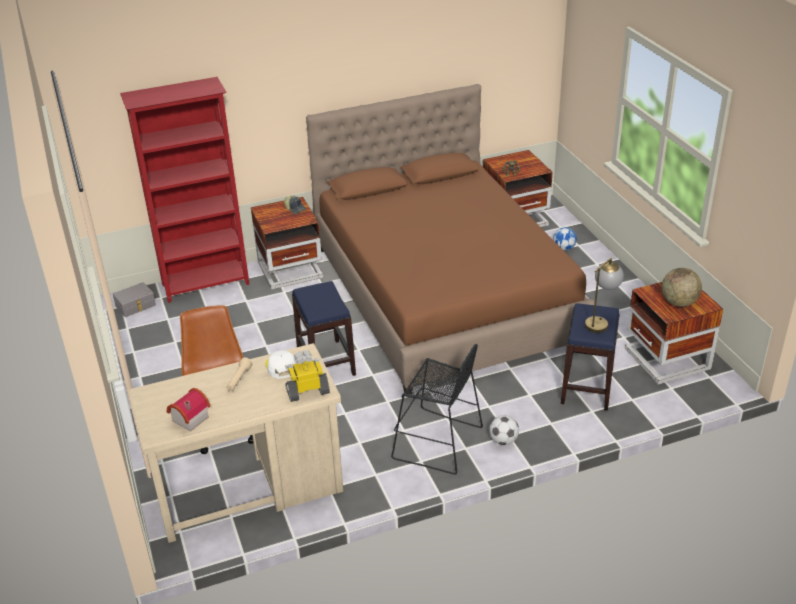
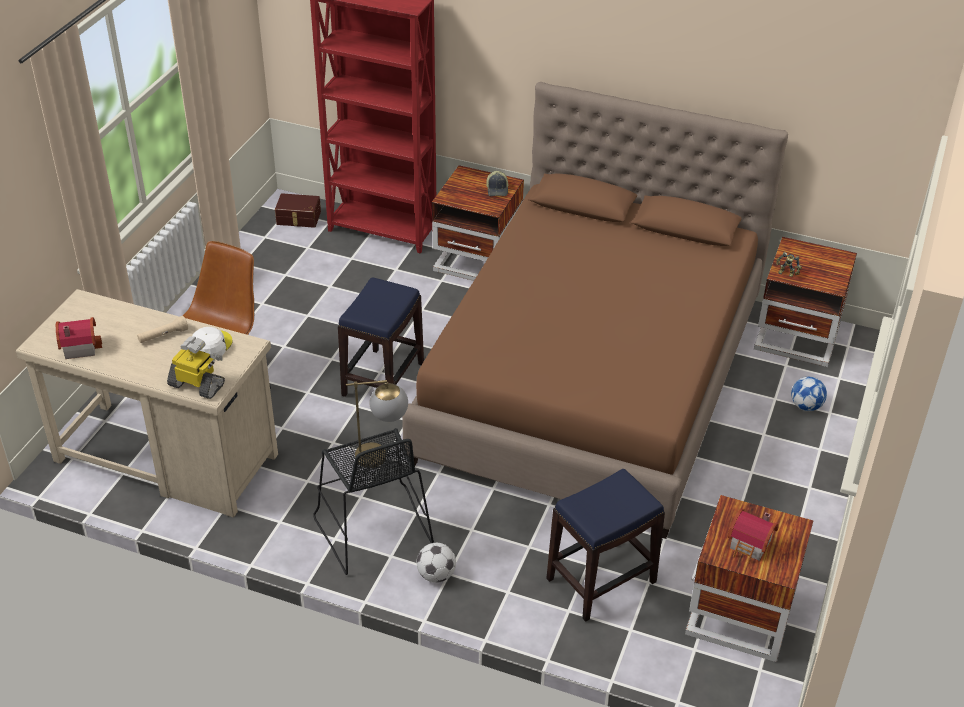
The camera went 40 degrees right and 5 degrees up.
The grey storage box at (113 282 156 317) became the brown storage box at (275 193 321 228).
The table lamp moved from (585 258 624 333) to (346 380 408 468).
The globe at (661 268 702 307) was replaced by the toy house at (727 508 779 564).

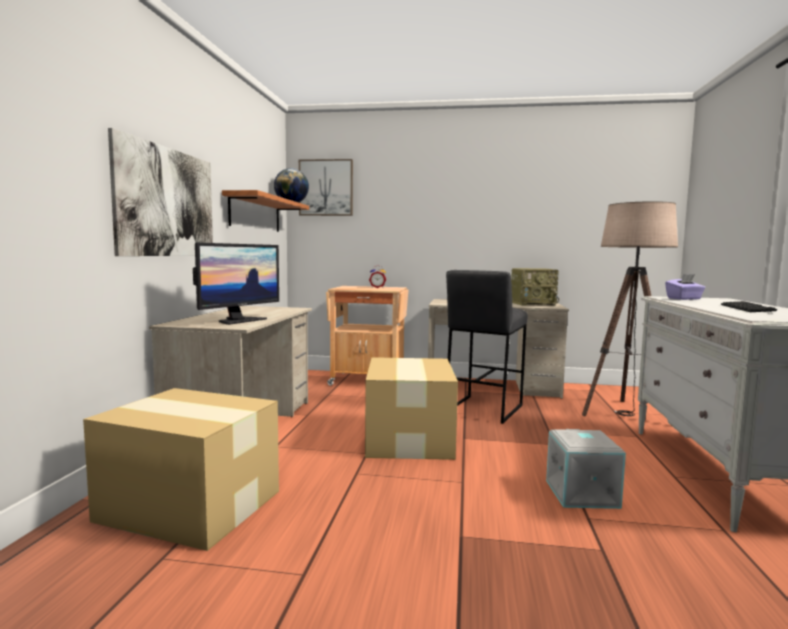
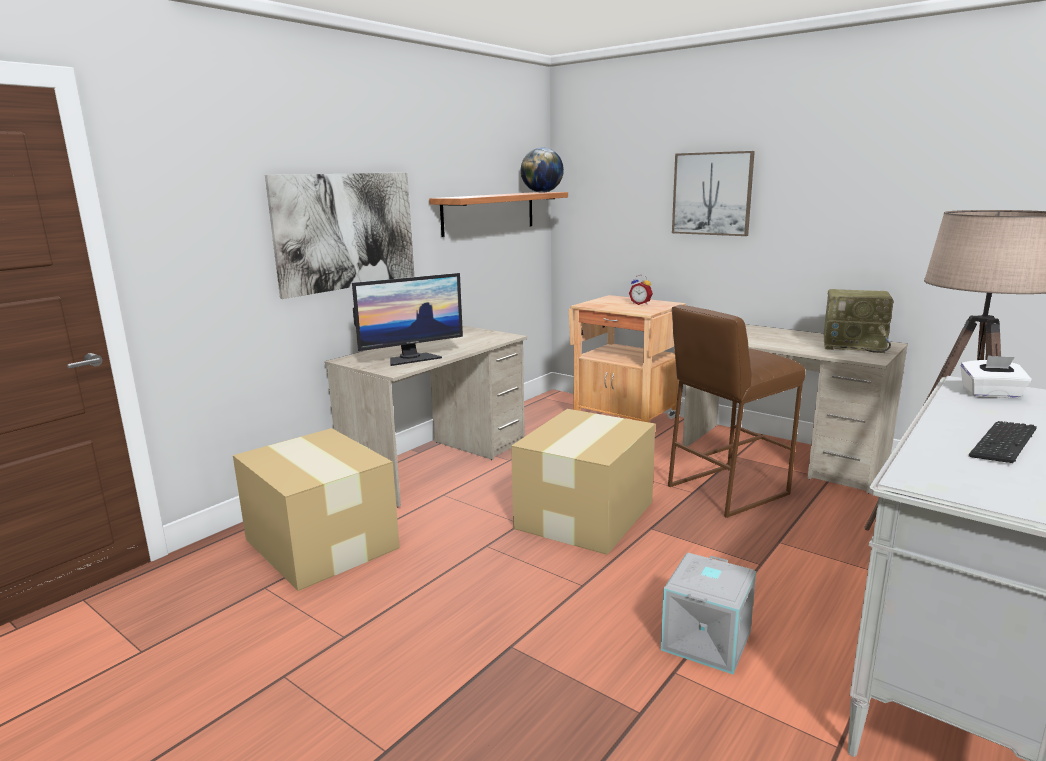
The camera went 30 degrees right and 10 degrees up.
The picture moved from (299 159 353 216) to (672 151 755 236).
The grey stool at (446 270 528 424) became the brown stool at (668 305 806 518).
The purple tissue box at (665 274 705 300) became the white tissue box at (961 355 1032 398).

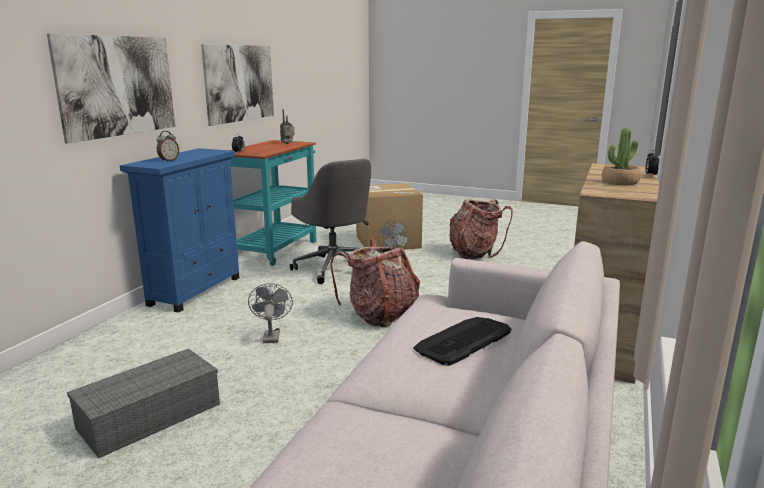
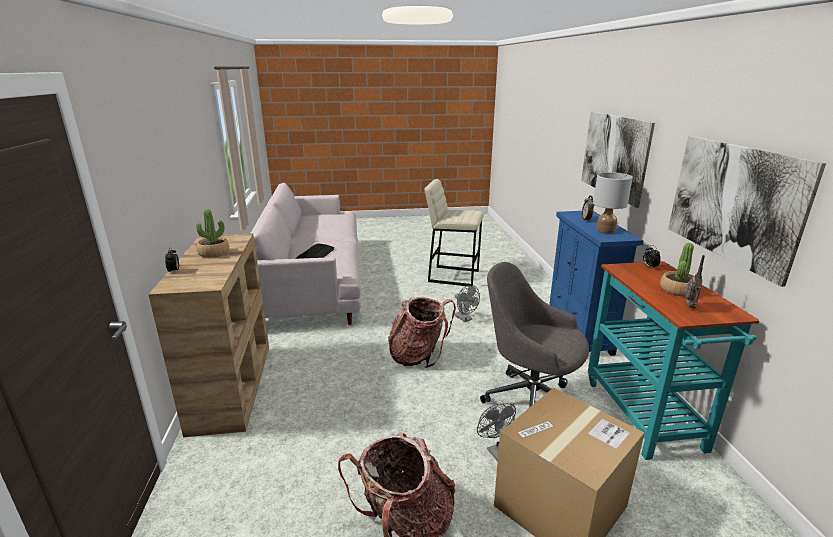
The camera went 150 degrees right and 5 degrees up.
The grey storage box at (67 348 220 458) was replaced by the beige stool at (424 179 484 286).
The grey table lamp at (593 172 633 233) appeared.
The potted plant at (660 243 695 296) appeared.

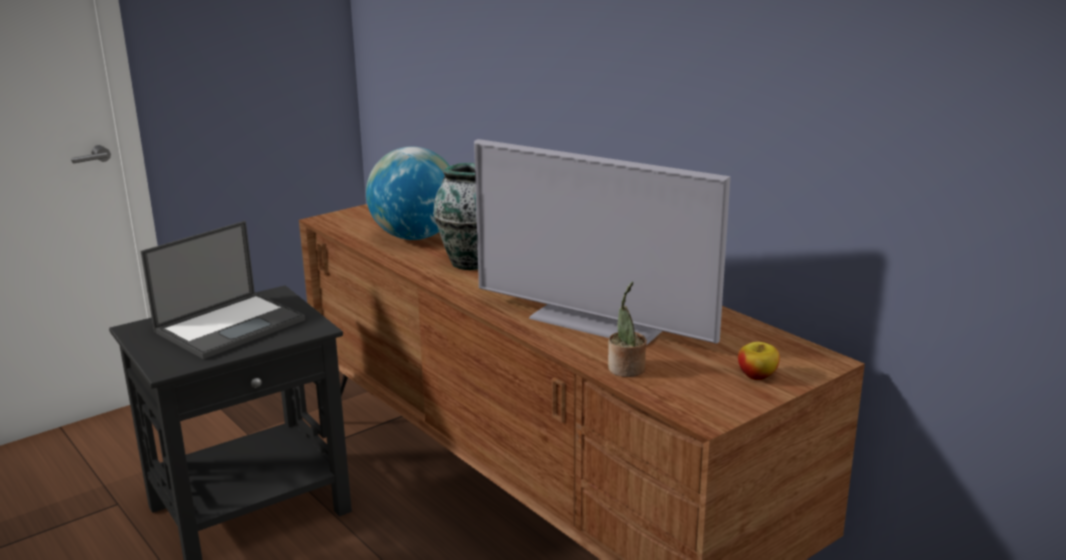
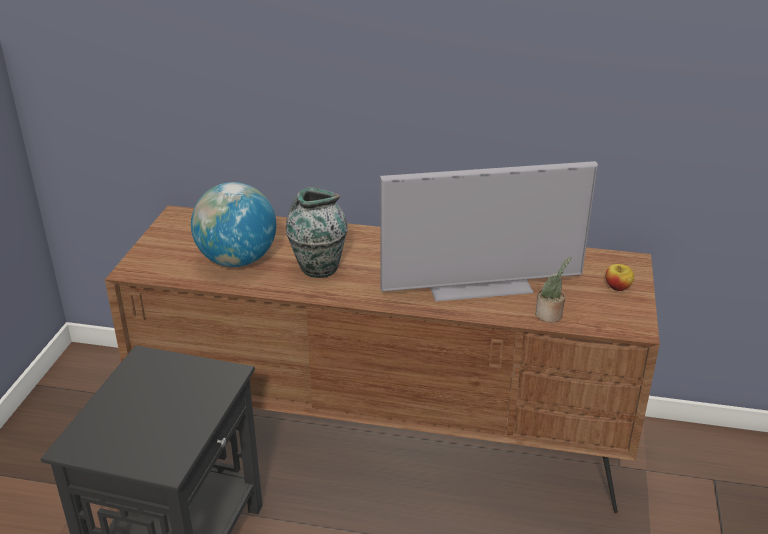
The camera went 40 degrees left and 10 degrees up.
The laptop at (141 221 305 359) disappeared.

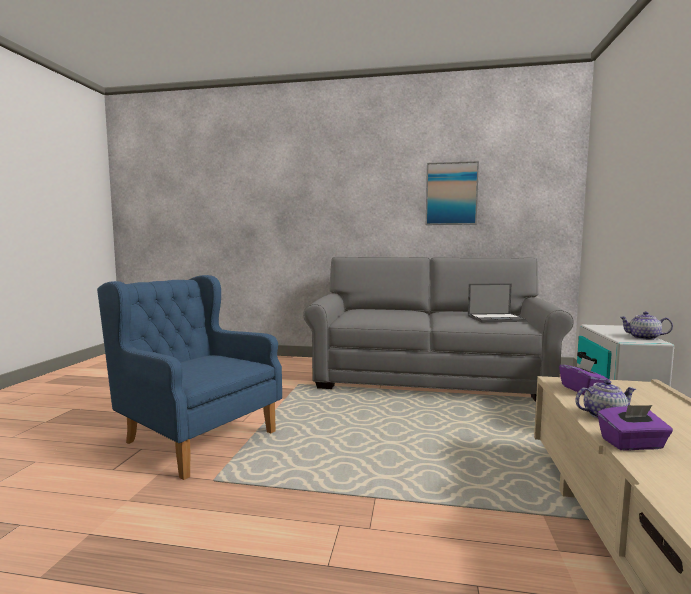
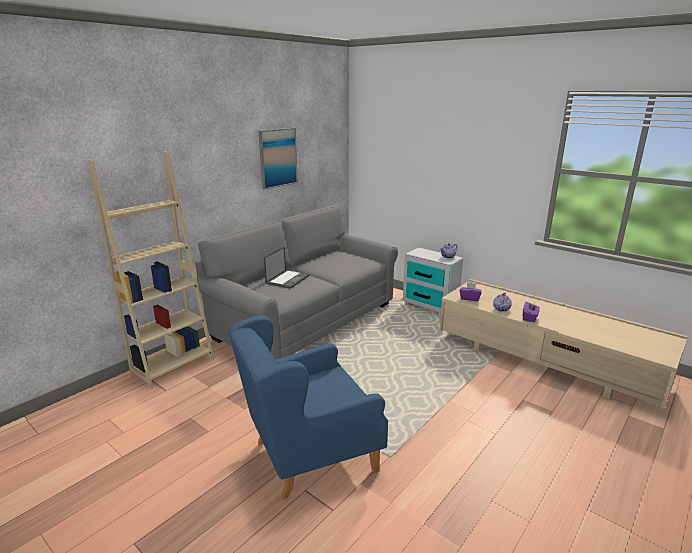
The camera went 60 degrees left and 15 degrees up.
The laptop moved from (468 283 527 322) to (264 246 310 289).
The beige bookcase at (88 152 214 389) appeared.

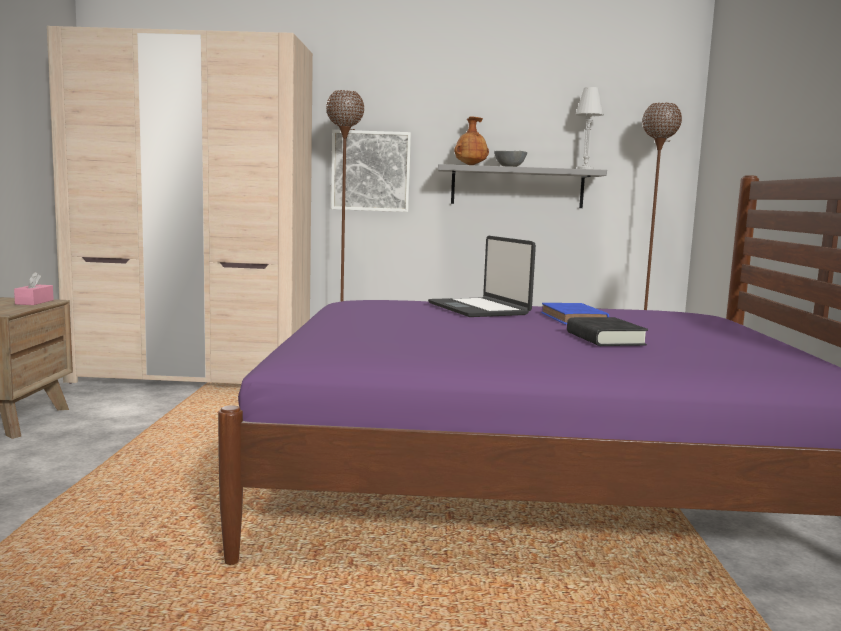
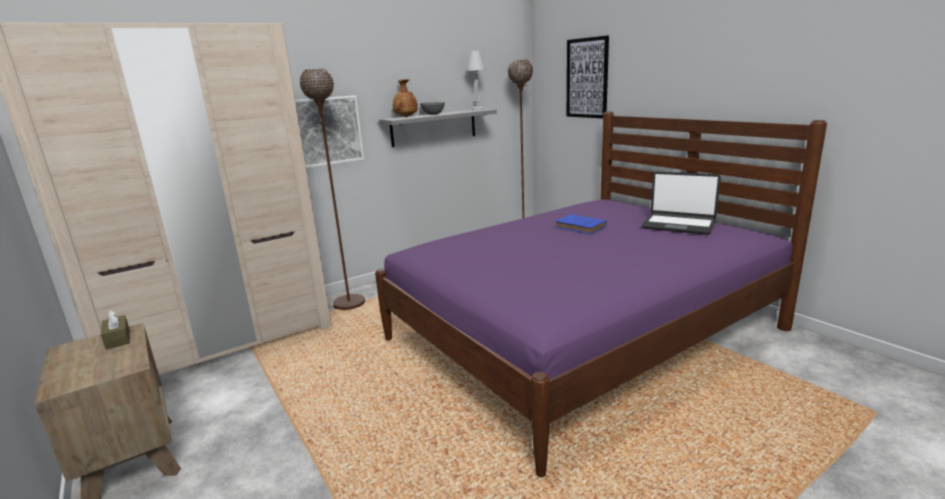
The camera went 35 degrees left and 10 degrees up.
The pink tissue box at (14 272 54 305) became the brown tissue box at (101 310 130 350).
The laptop moved from (428 236 536 317) to (641 171 721 235).
The black book at (567 317 648 346) disappeared.
The picture at (567 35 609 118) appeared.

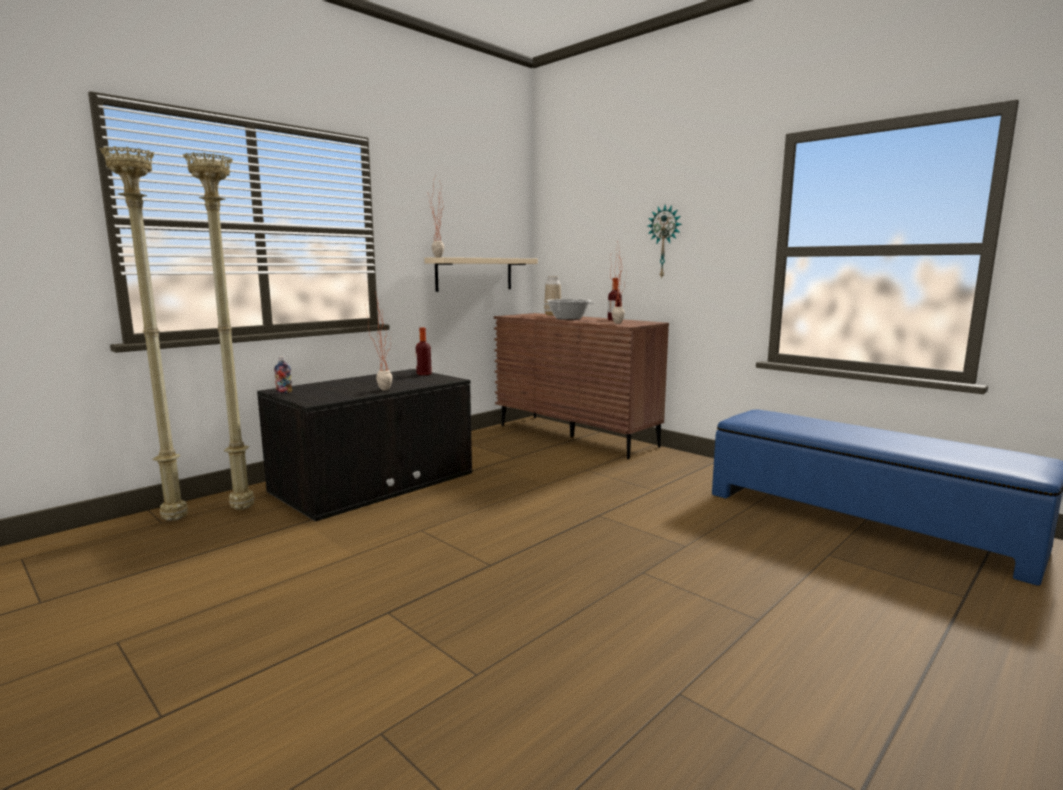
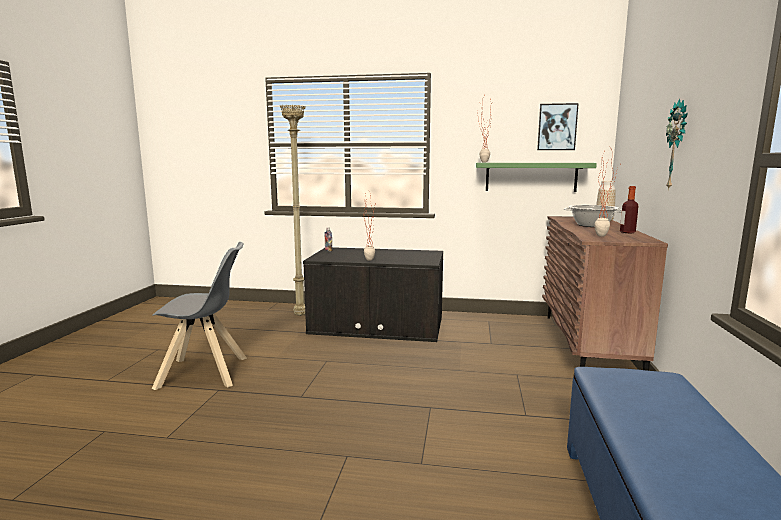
The camera went 55 degrees right and 0 degrees up.
The beige floor lamp at (99 146 188 521) disappeared.
The bottle at (416 327 432 375) disappeared.
The beige shelf at (424 257 538 292) became the green shelf at (476 163 597 192).
The grey chair at (152 242 247 390) appeared.
The picture at (537 103 579 150) appeared.

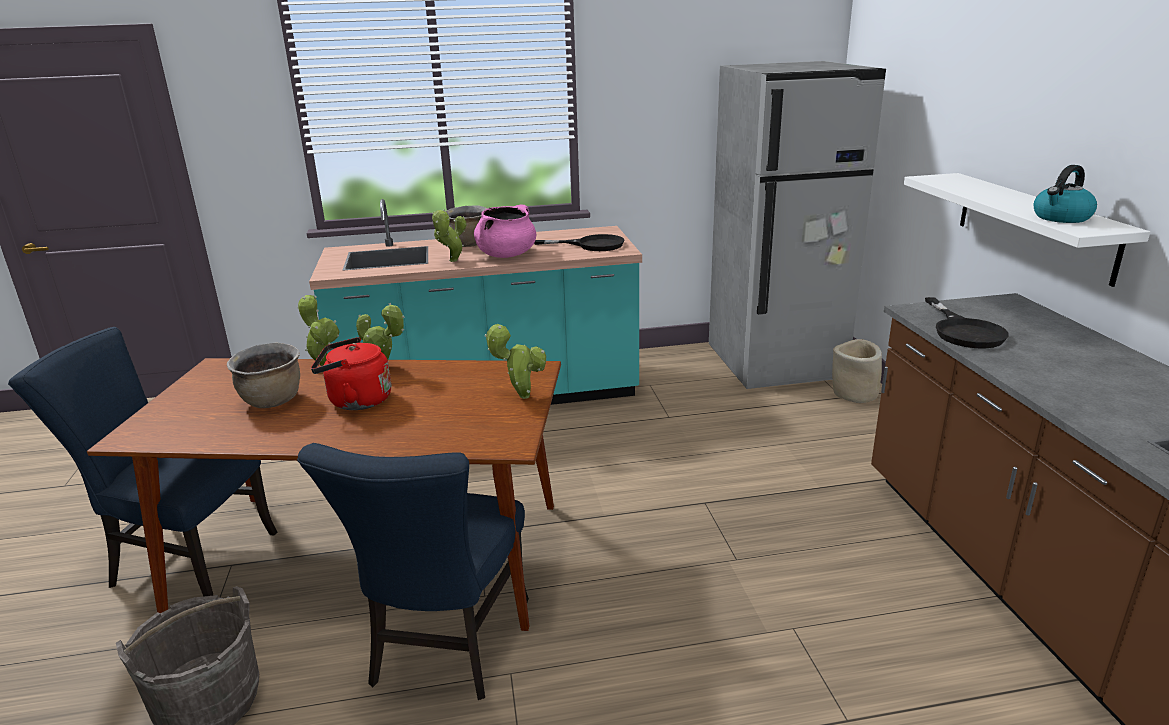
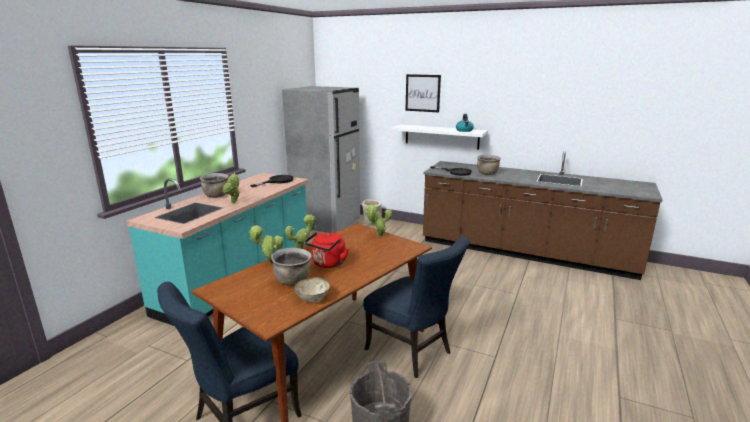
The camera went 55 degrees left and 5 degrees down.
The pink cooking pot at (474 205 536 258) disappeared.
The bowl at (294 277 330 302) appeared.
The picture at (406 74 441 113) appeared.
The brown cooking pot at (477 154 501 175) appeared.

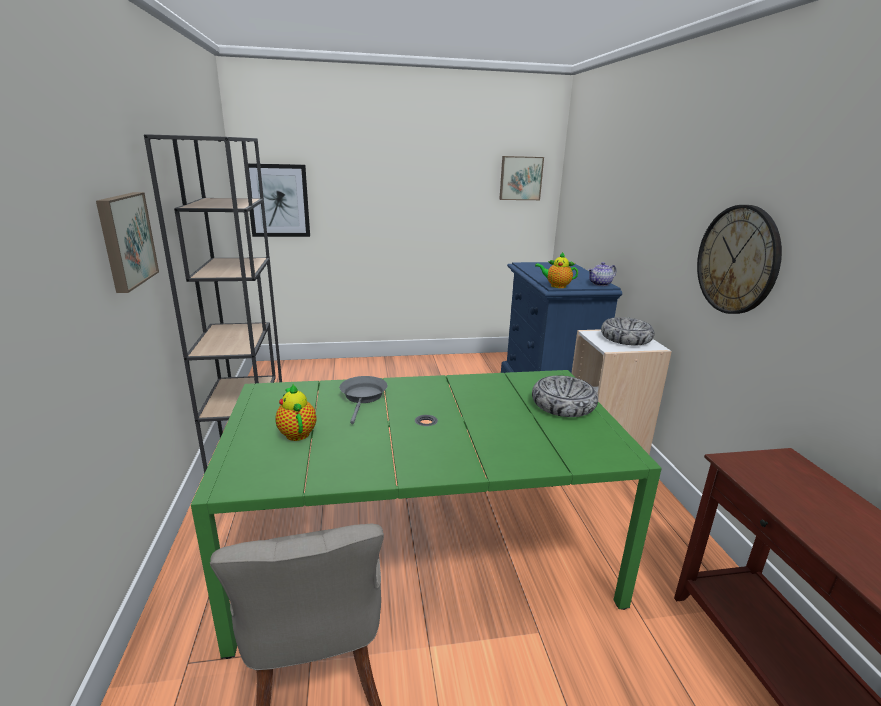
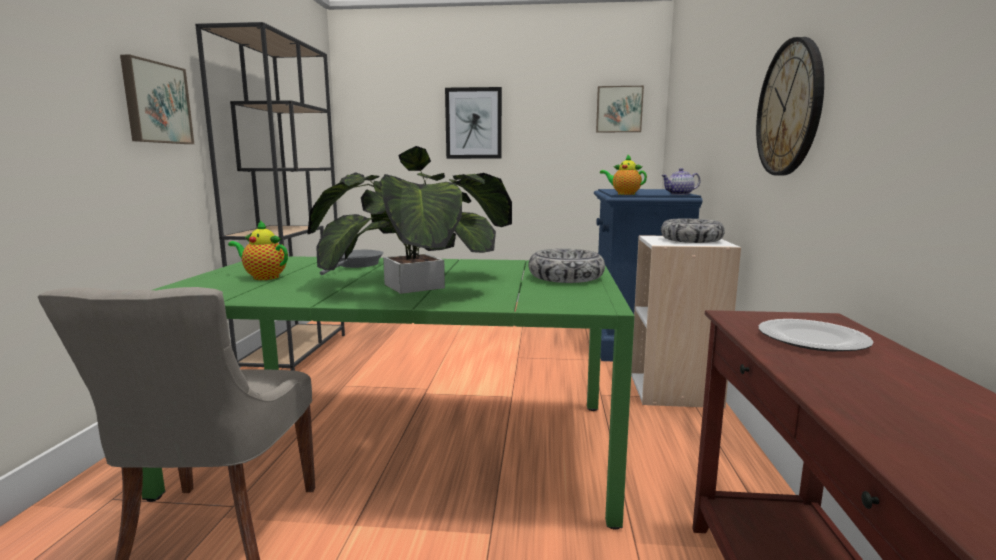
The camera went 15 degrees right and 10 degrees down.
The picture moved from (248 163 310 237) to (445 87 502 159).
The teapot at (276 384 316 441) turned 60 degrees counterclockwise.
The potted plant at (307 146 512 294) appeared.
The plate at (759 319 873 352) appeared.

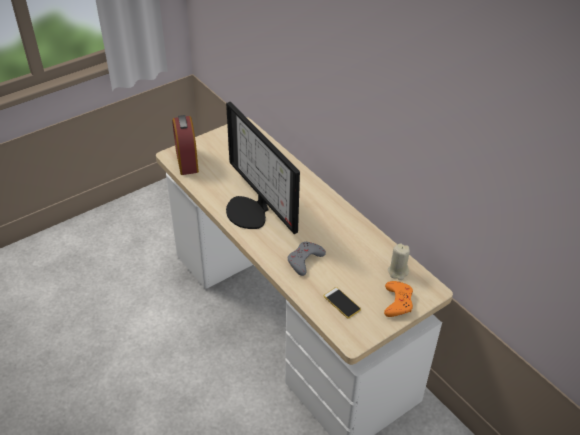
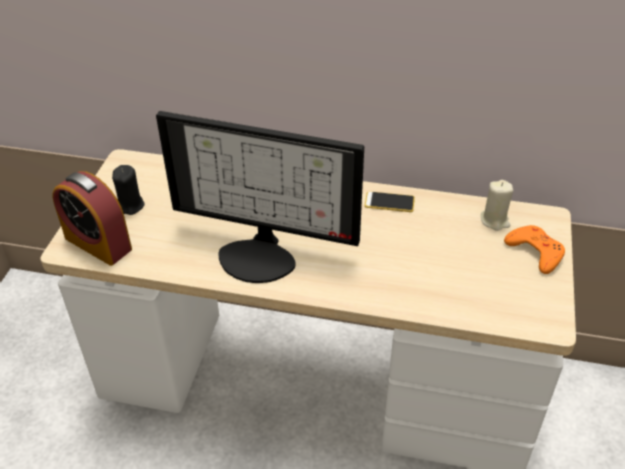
The camera went 40 degrees left and 0 degrees up.
The grey game controller at (287 242 326 276) disappeared.
The phone moved from (324 287 361 318) to (365 191 415 212).
The black candle at (112 165 145 215) appeared.

